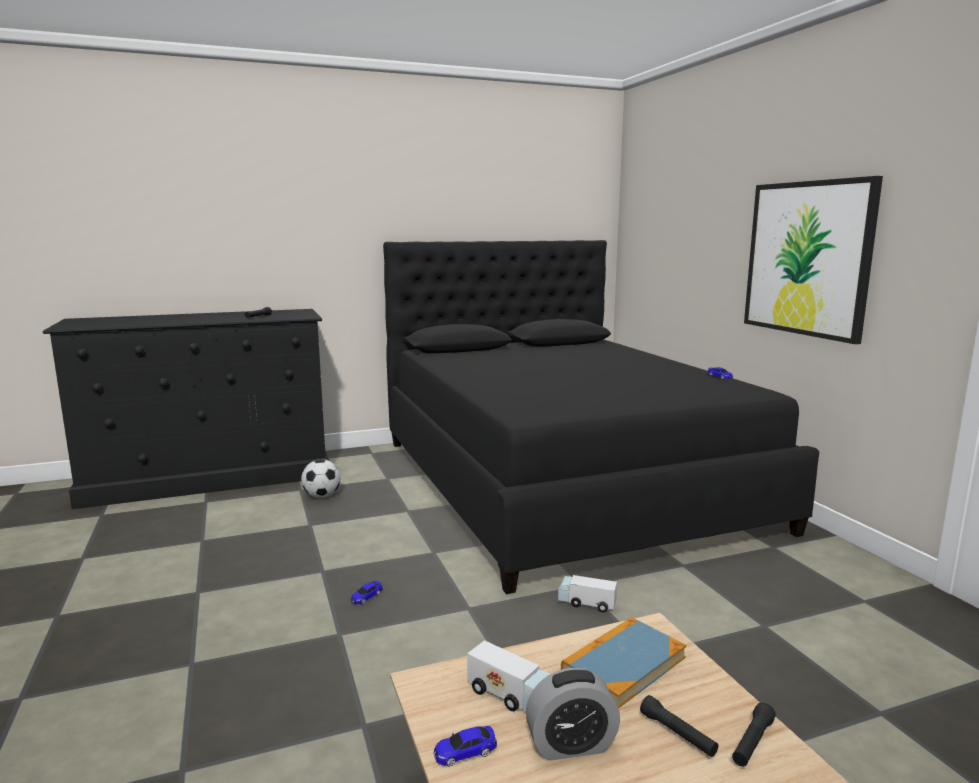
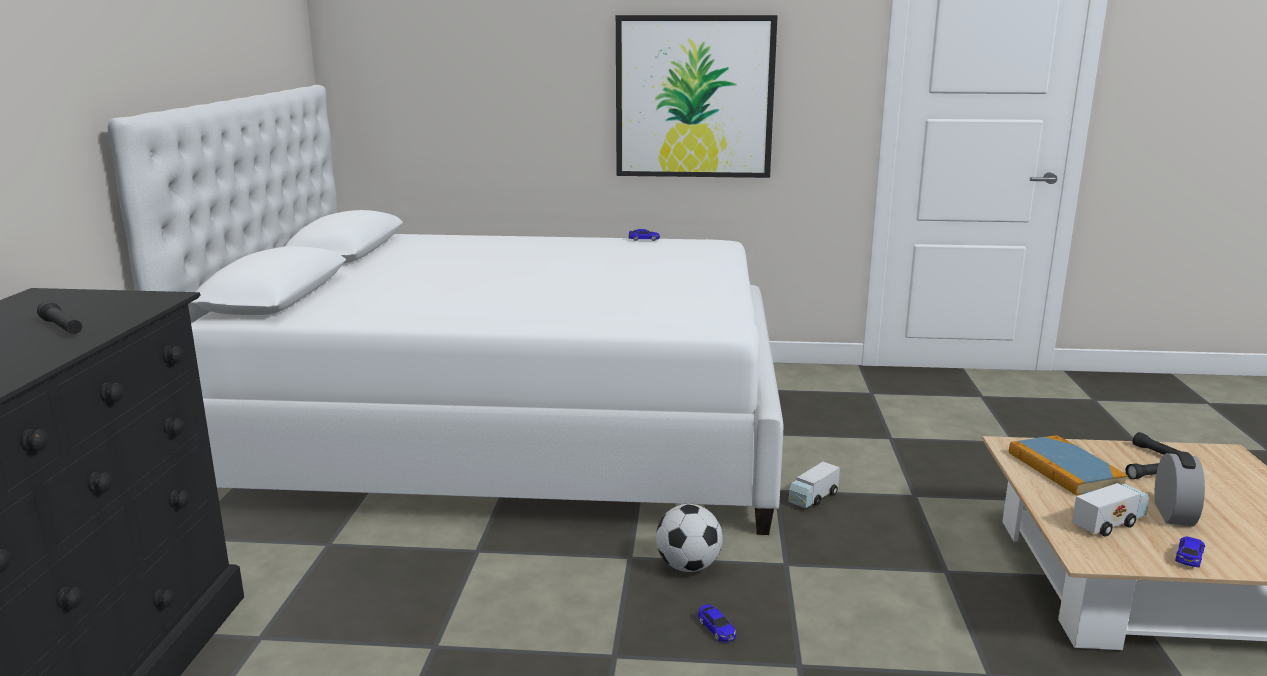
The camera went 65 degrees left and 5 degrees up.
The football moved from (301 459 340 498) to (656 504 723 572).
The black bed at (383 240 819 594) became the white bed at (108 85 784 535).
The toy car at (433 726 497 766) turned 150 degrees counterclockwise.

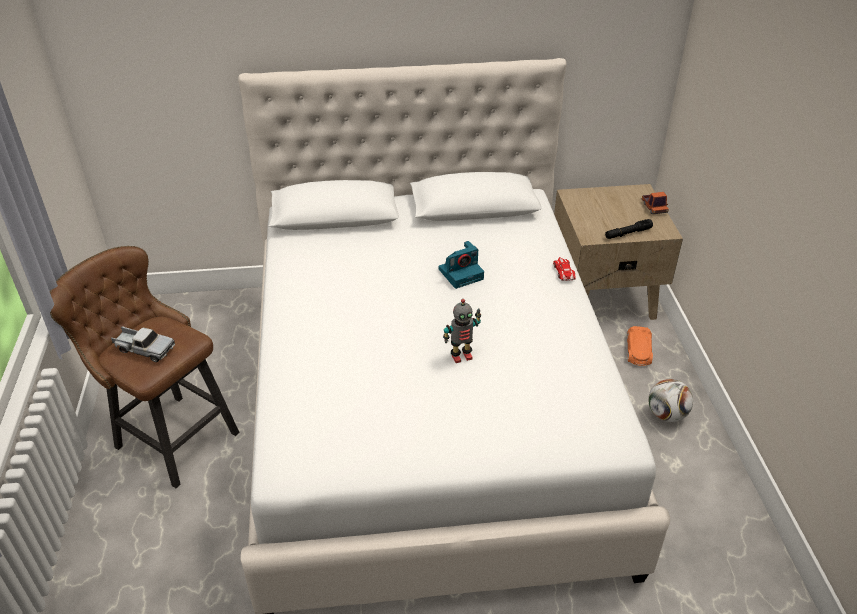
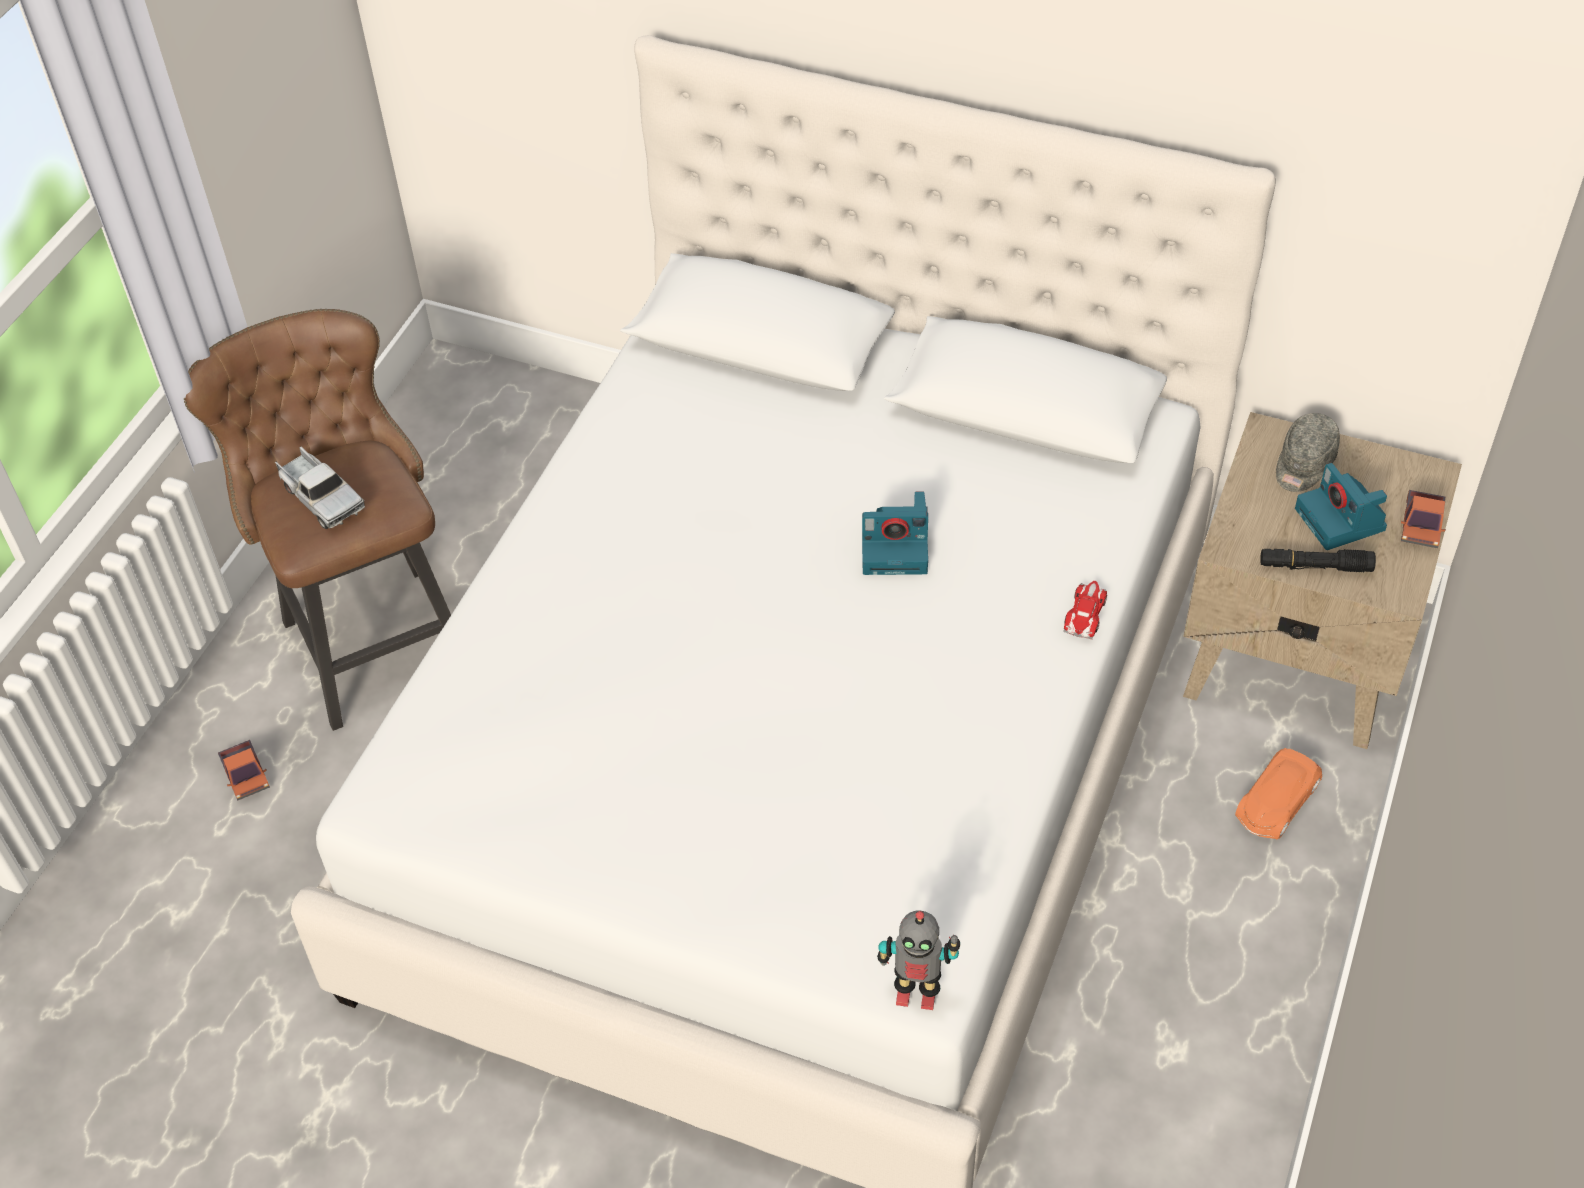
The camera went 30 degrees right and 10 degrees up.
The toy robot moved from (443 299 481 363) to (877 910 960 1010).
The football at (648 379 693 422) disappeared.
The toy truck at (218 740 270 801) appeared.
The grey cap at (1276 413 1340 492) appeared.
The photo camera at (1295 463 1387 550) appeared.

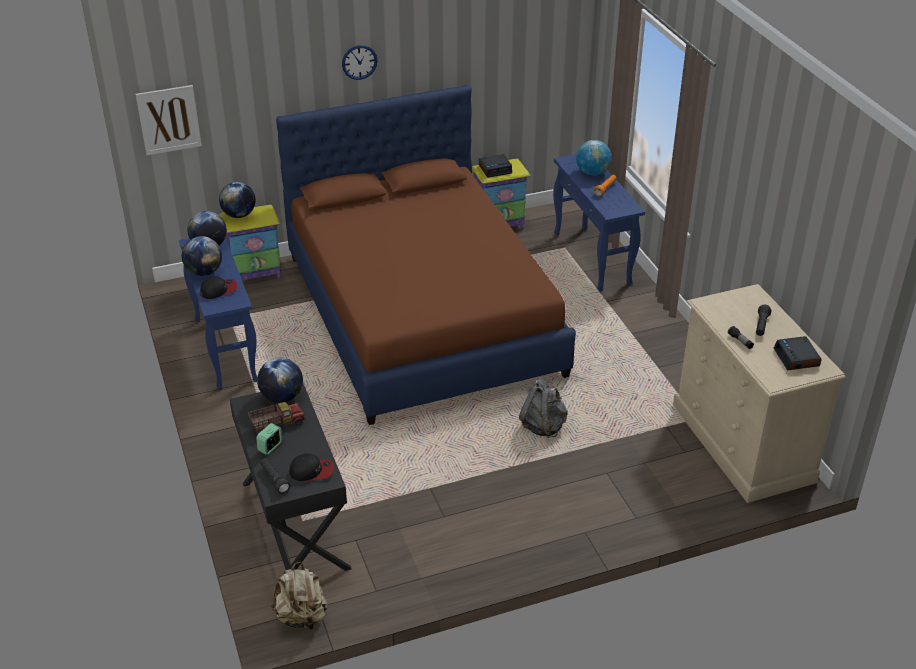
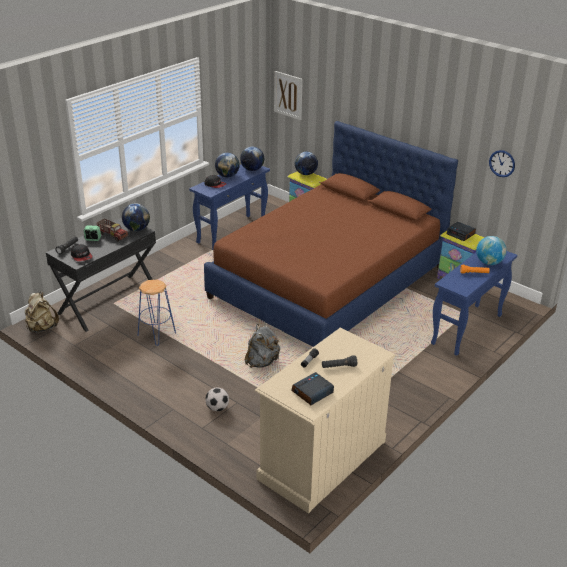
The camera went 60 degrees right and 5 degrees down.
The wall clock moved from (342 45 377 80) to (489 150 515 177).
The blue stool at (138 280 176 346) appeared.
The football at (205 388 229 411) appeared.

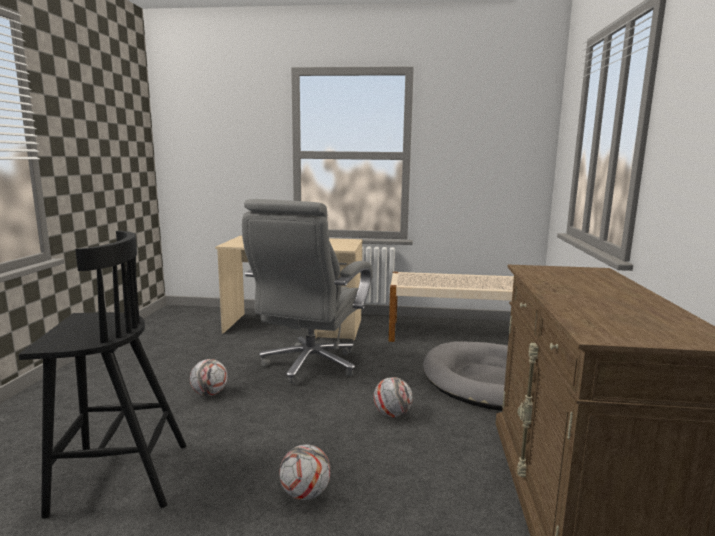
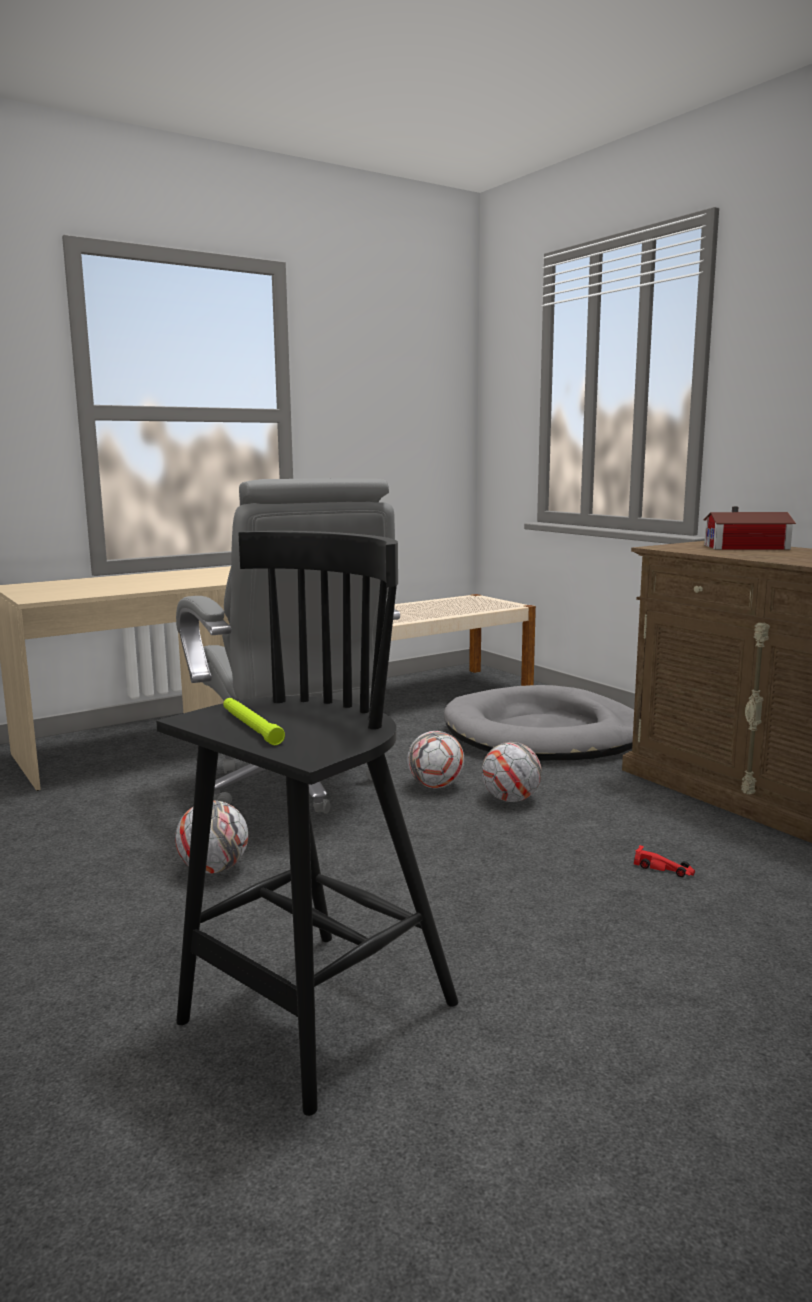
The camera went 40 degrees left and 0 degrees up.
The football moved from (279 444 331 500) to (407 731 464 788).
The green flashlight at (223 698 285 745) appeared.
The red toy car at (634 845 695 877) appeared.
The toy house at (704 506 796 550) appeared.

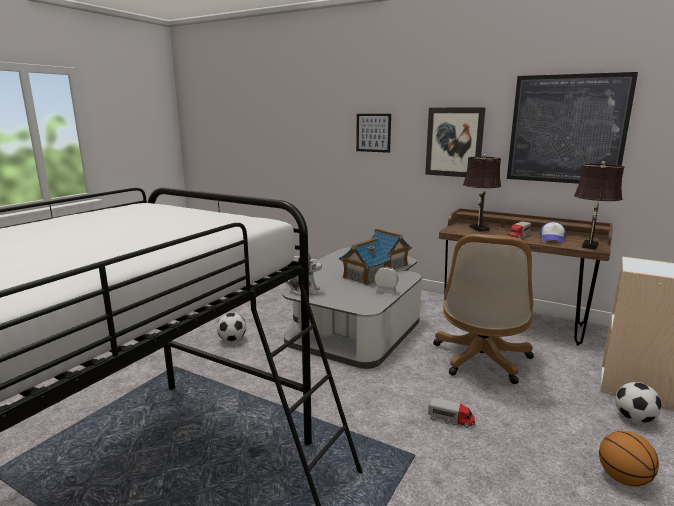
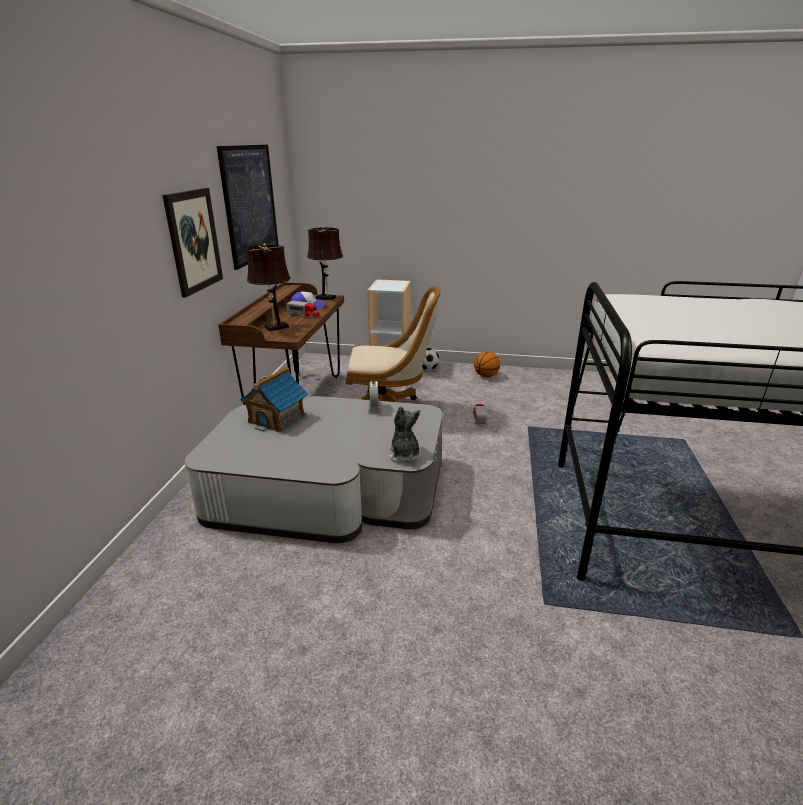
The camera went 110 degrees left and 10 degrees up.
The football at (217 313 246 342) disappeared.
The toy house at (339 238 391 285) disappeared.
The picture at (356 114 391 153) disappeared.

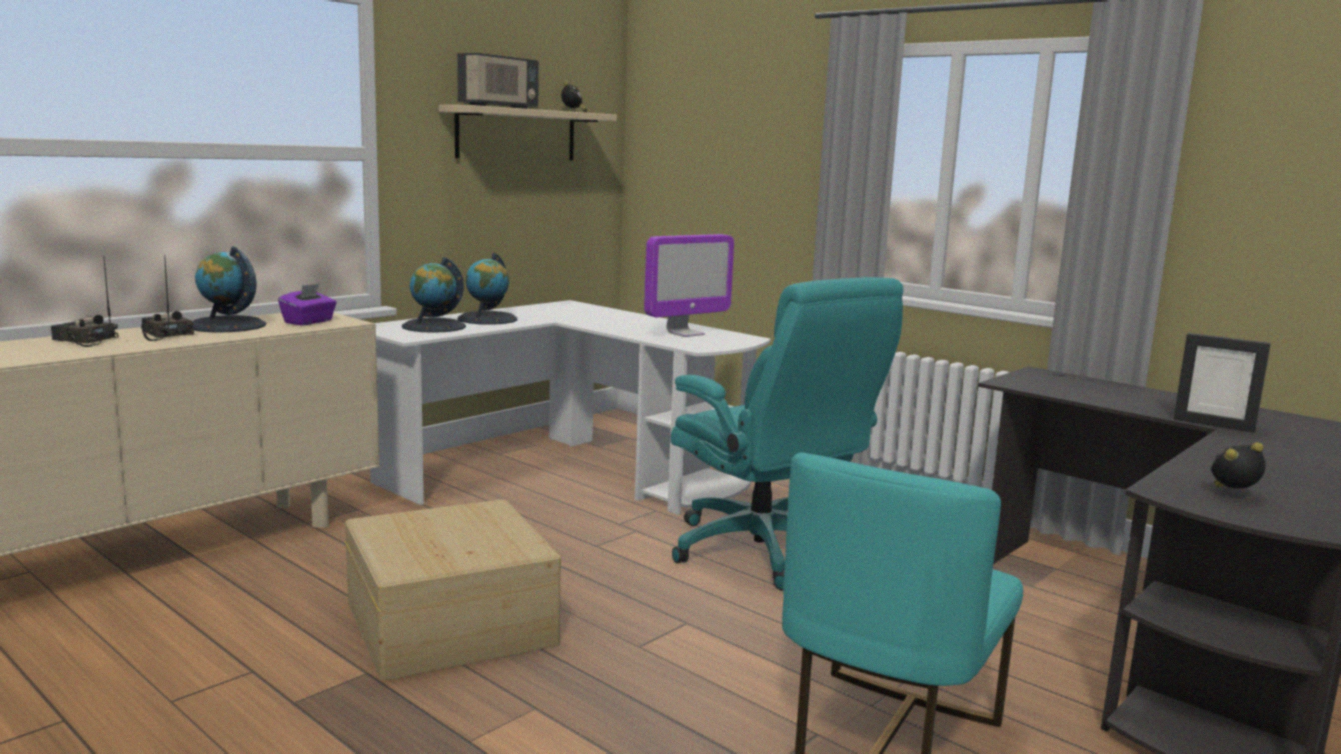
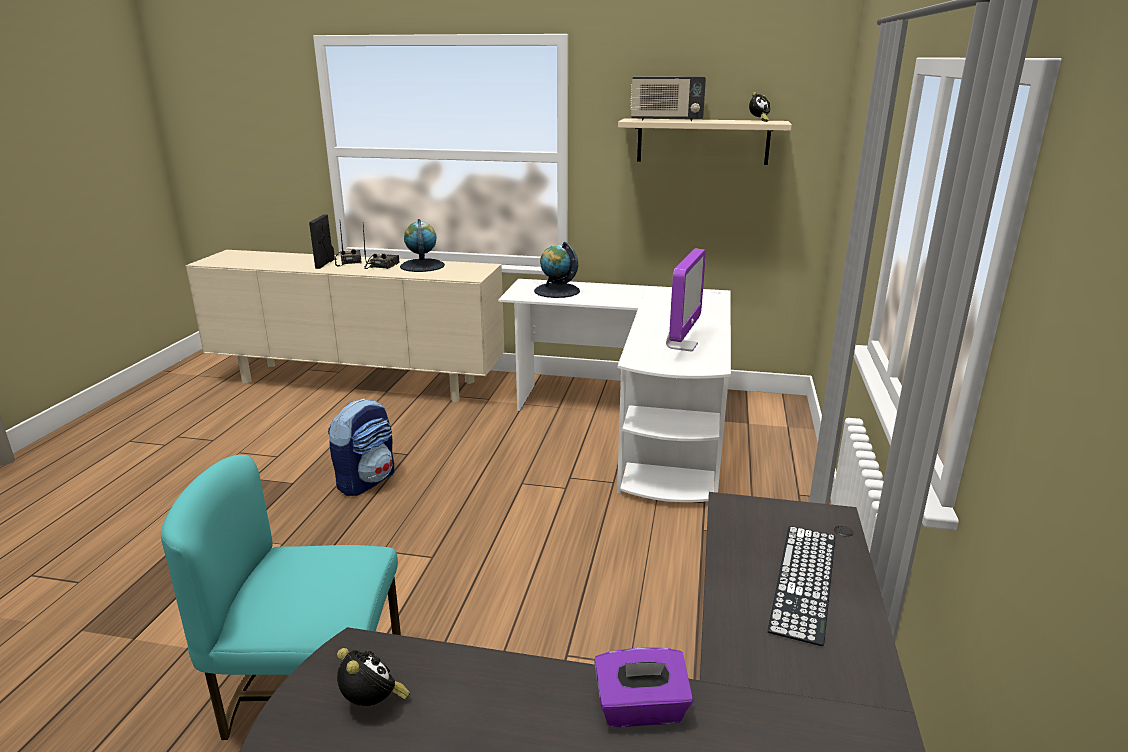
The camera went 60 degrees right and 10 degrees up.
The purple tissue box moved from (278 283 337 325) to (594 647 693 727).
The beige storage box at (345 499 561 681) was replaced by the backpack at (328 398 394 496).
The globe at (458 253 517 325) disappeared.
The monitor at (644 234 734 337) turned 90 degrees counterclockwise.
The turquoise office chair at (671 277 903 591) disappeared.
The picture frame moved from (1173 333 1271 433) to (309 215 335 269).
The keyboard at (768 526 835 646) appeared.

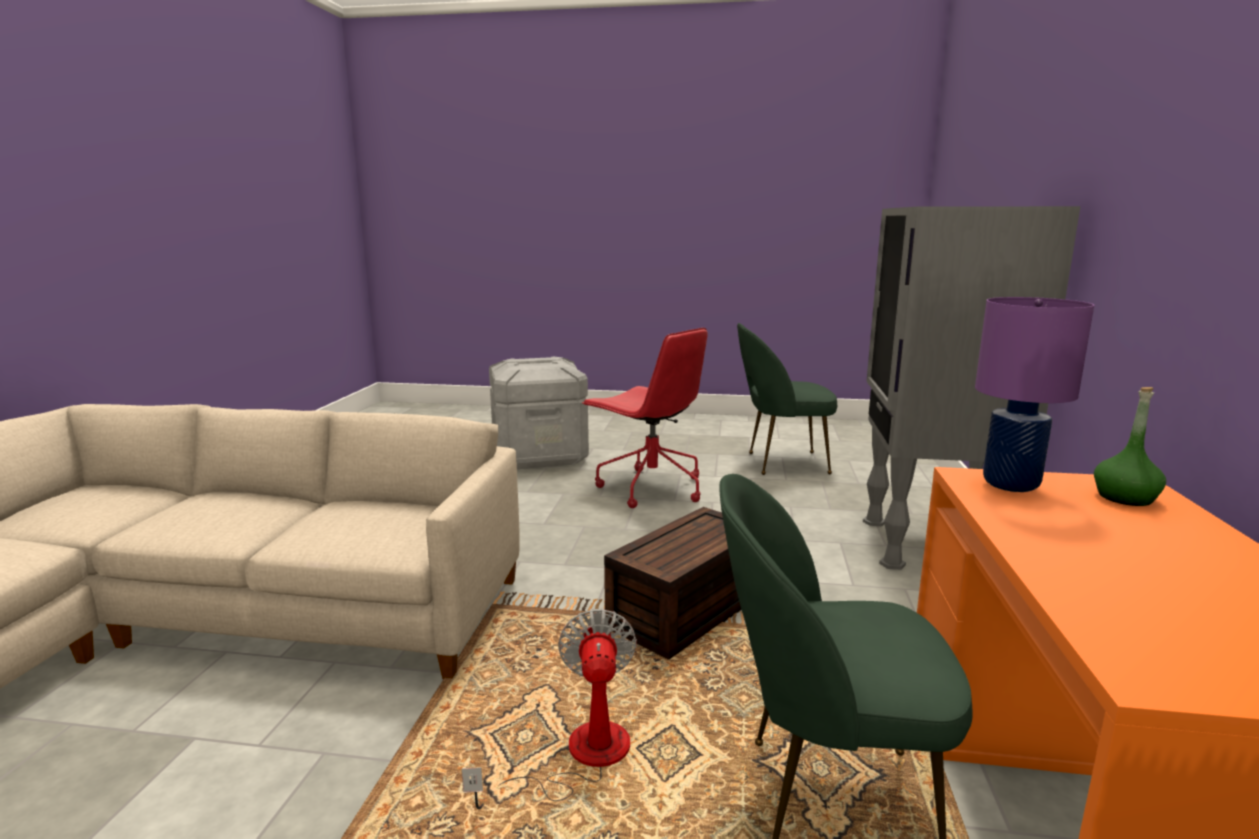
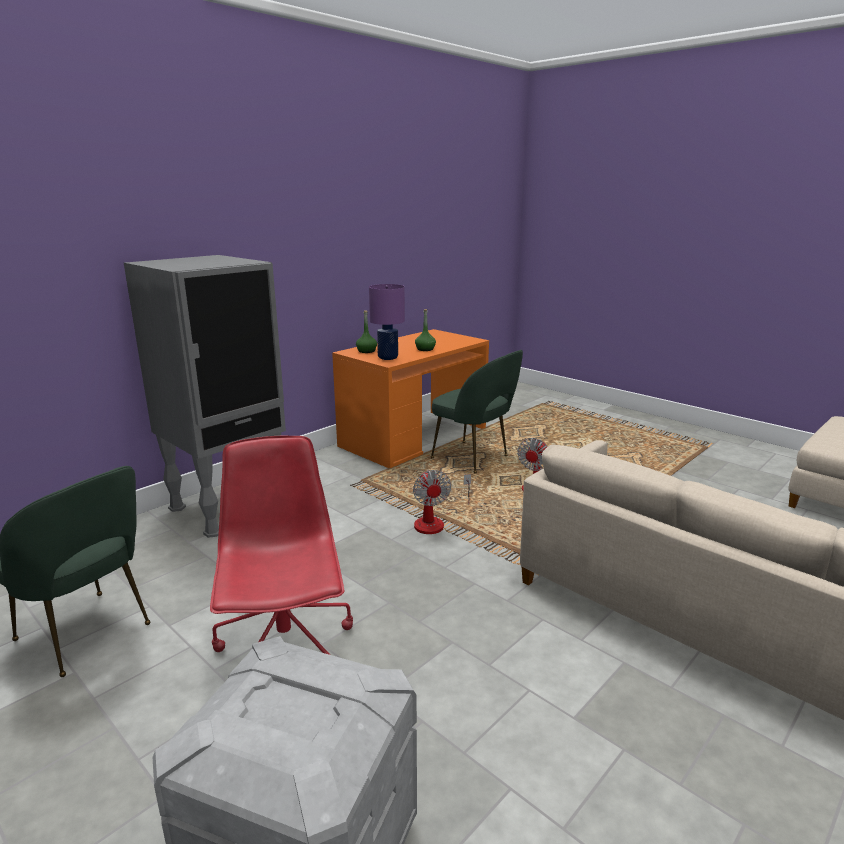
The camera went 145 degrees left and 5 degrees up.
The brown storage box at (604 507 741 660) was replaced by the fan at (413 470 471 534).
The green bottle at (415 309 436 351) appeared.

